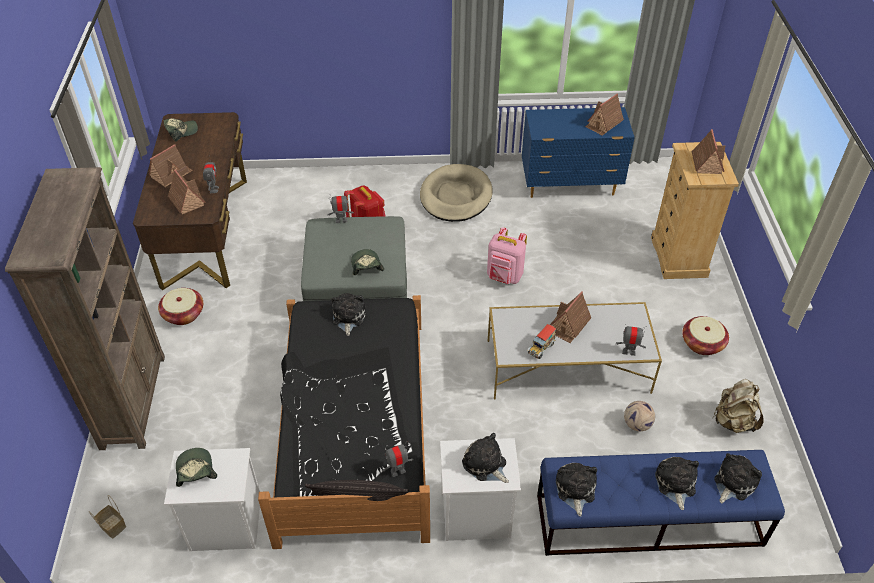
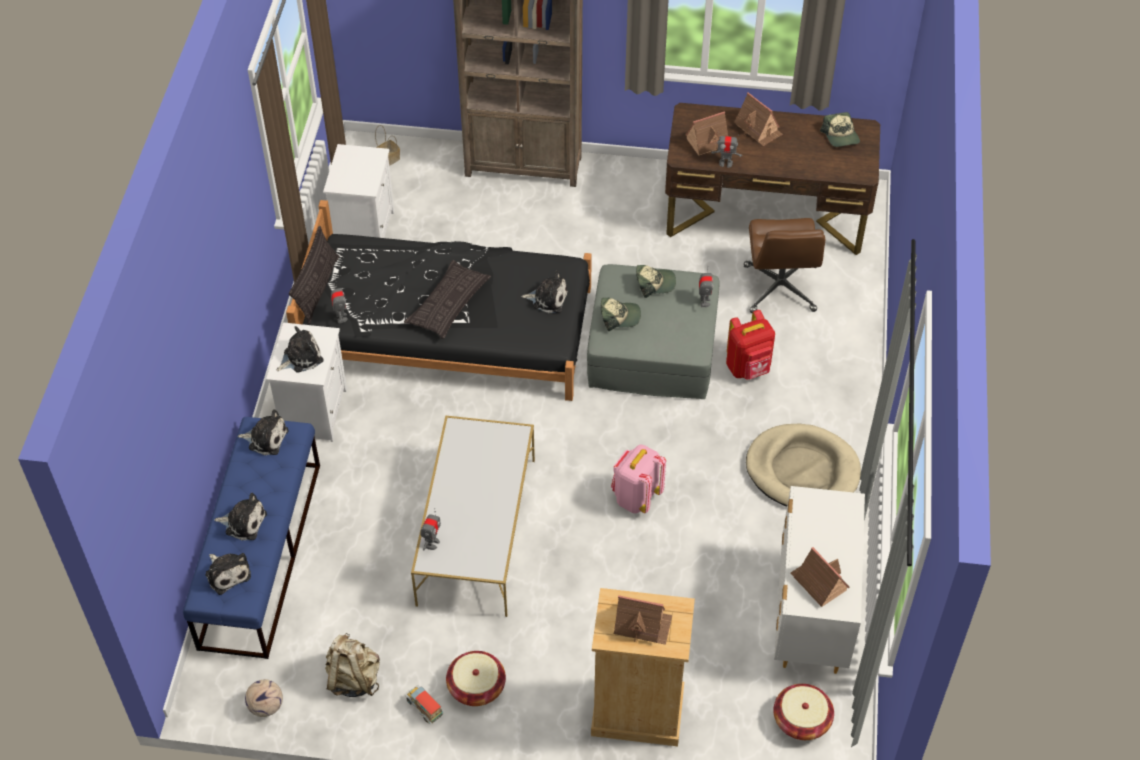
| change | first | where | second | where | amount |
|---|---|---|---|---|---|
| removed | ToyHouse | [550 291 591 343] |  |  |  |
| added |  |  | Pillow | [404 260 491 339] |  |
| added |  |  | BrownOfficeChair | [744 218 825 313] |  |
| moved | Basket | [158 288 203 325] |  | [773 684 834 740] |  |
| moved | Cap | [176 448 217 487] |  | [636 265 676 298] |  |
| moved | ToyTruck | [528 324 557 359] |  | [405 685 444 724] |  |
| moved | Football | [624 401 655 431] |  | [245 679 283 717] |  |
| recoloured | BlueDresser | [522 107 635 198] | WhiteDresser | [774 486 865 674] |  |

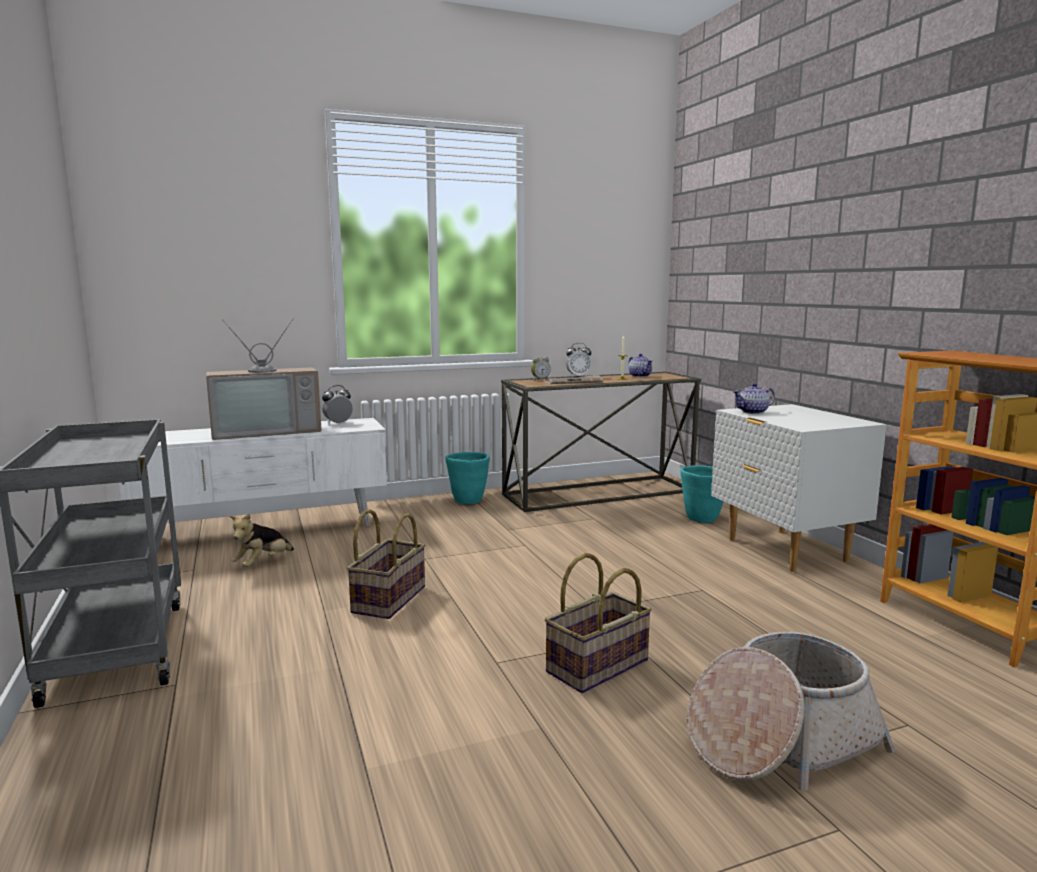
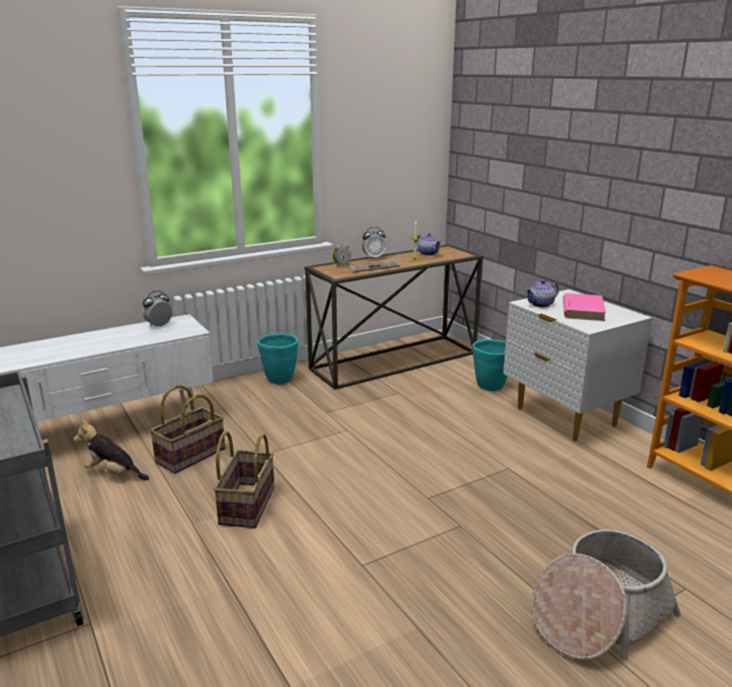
| change | first | where | second | where | amount |
|---|---|---|---|---|---|
| removed | Television | [206 318 322 440] |  |  |  |
| added |  |  | PinkBook | [563 293 606 321] |  |
| moved | Basket | [545 553 652 693] |  | [150 385 225 474] |  |
| turned | PlushToy | [229 513 294 567] |  | [74 420 149 480] | 90 degrees clockwise |

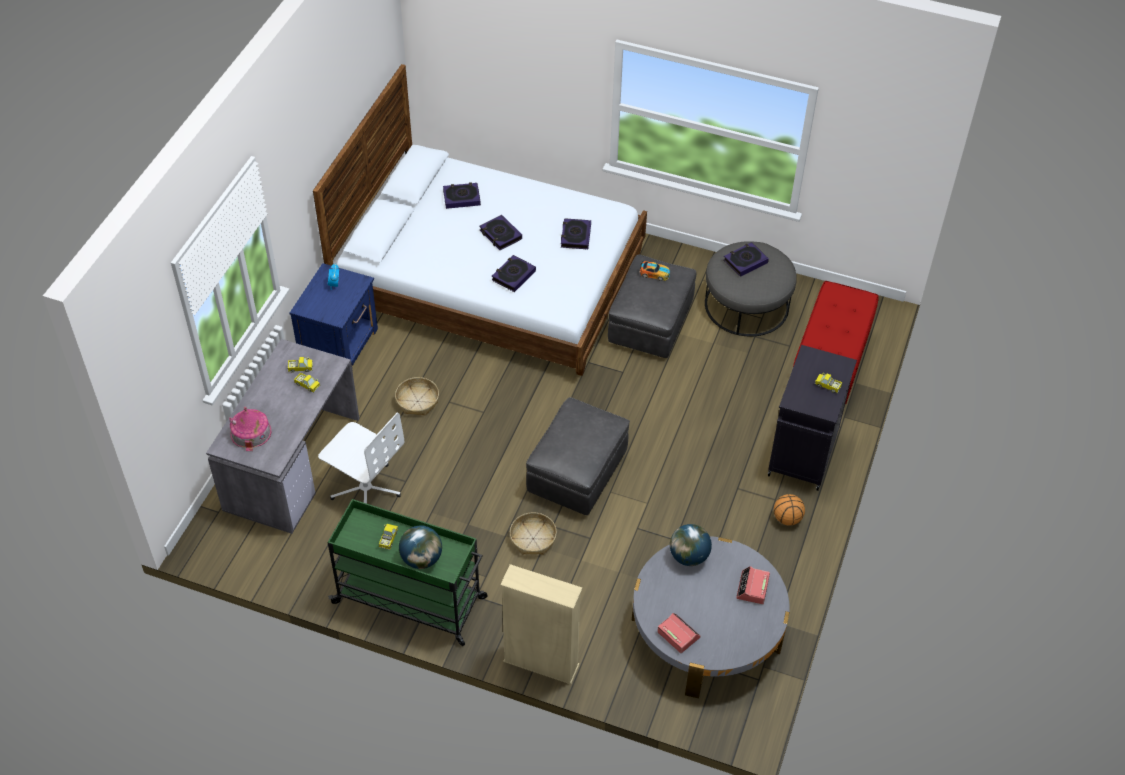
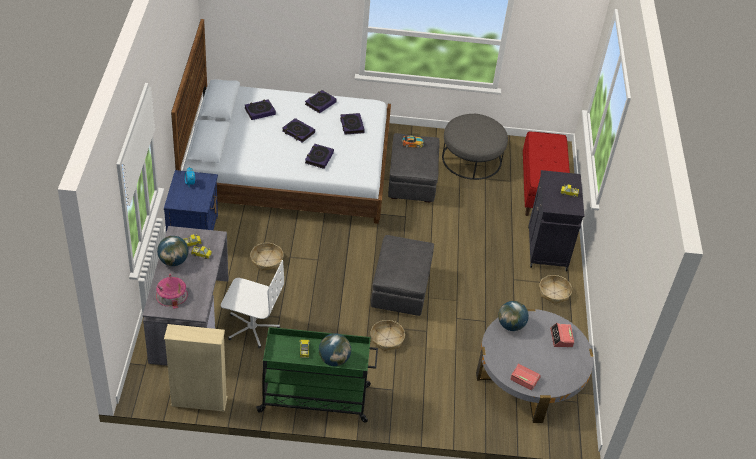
| change | first | where | second | where | amount |
|---|---|---|---|---|---|
| added |  |  | Globe | [157 236 189 266] |  |
| moved | BeigeBookcase | [500 564 582 684] |  | [164 324 228 412] |  |
| moved | Book | [724 242 769 277] |  | [305 90 337 113] |  |
| replaced | Basketball | [774 494 805 525] | Basket | [539 275 572 304] |  |

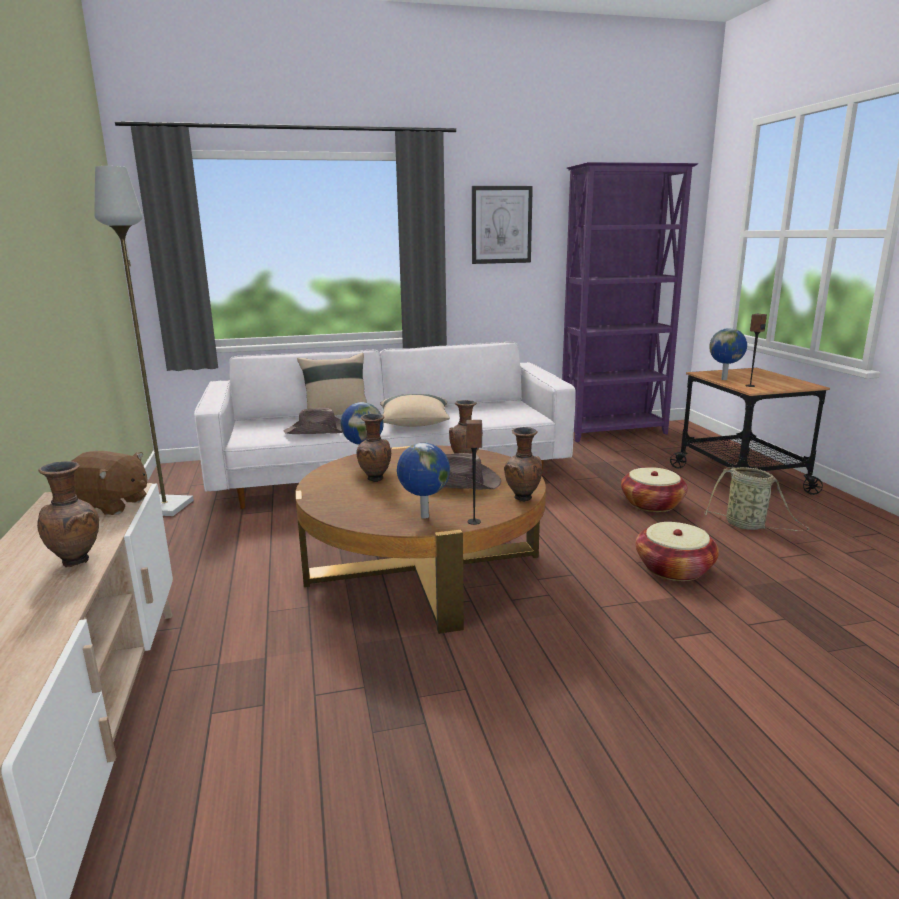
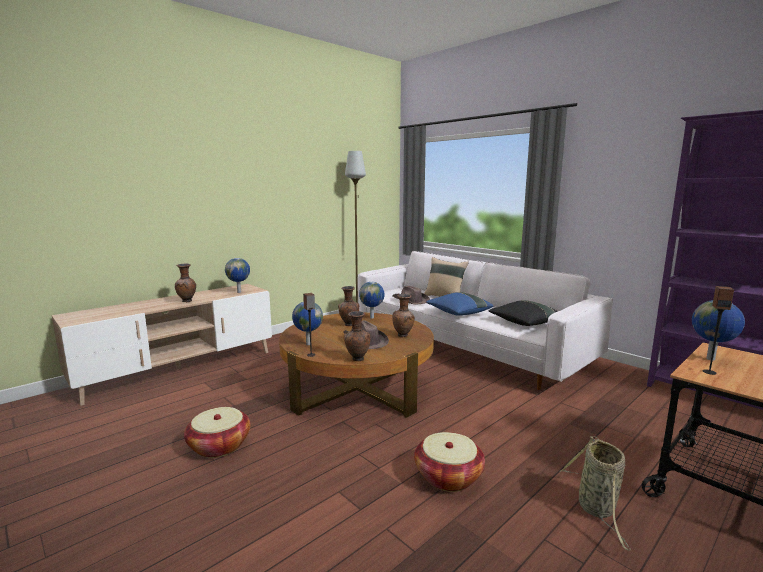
| change | first | where | second | where | amount |
|---|---|---|---|---|---|
| removed | Picture | [472 186 533 264] |  |  |  |
| added |  |  | BlackPillow | [489 300 558 326] |  |
| moved | Basket | [621 467 688 512] |  | [184 407 251 458] |  |
| replaced | BrownPlushToy | [72 451 147 515] | Globe | [225 258 250 293] |  |
| recoloured | BeigePillow | [380 394 450 427] | BluePillow | [426 292 493 316] |  |

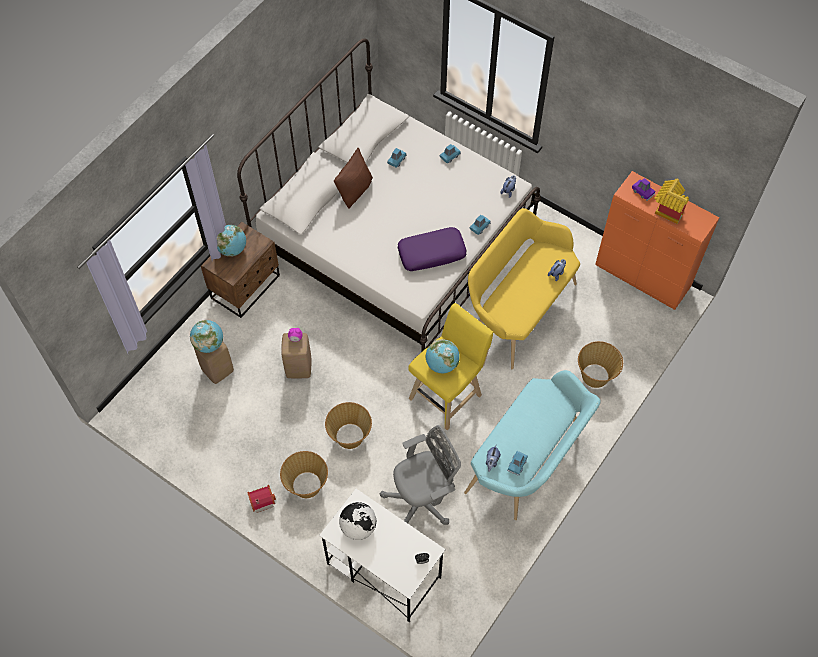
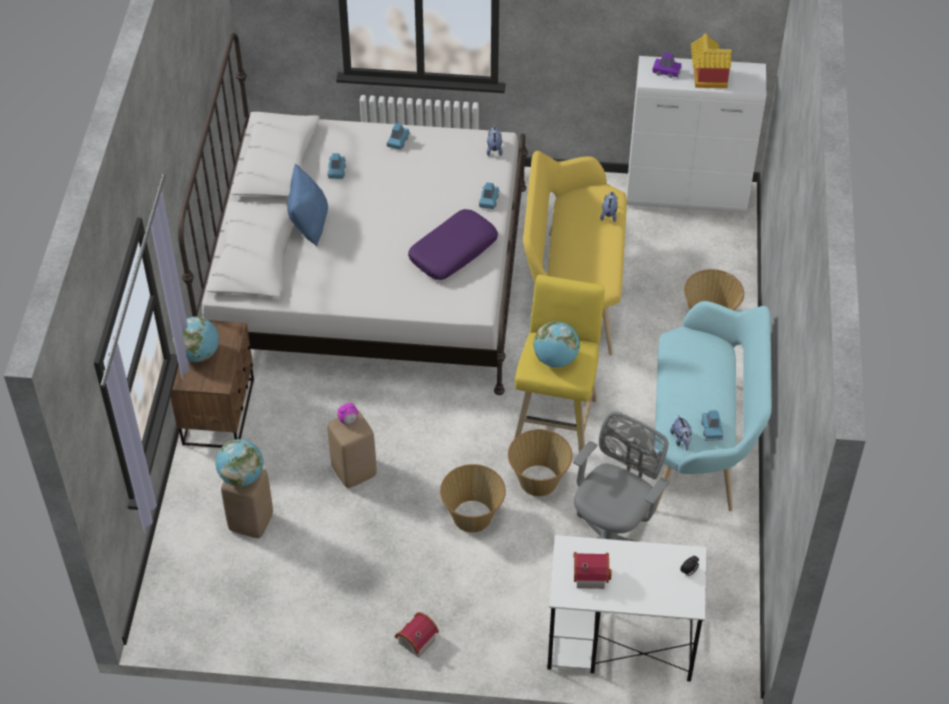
| change | first | where | second | where | amount |
|---|---|---|---|---|---|
| moved | Basket | [280 451 328 498] |  | [508 429 572 496] |  |
| replaced | Globe | [339 502 376 540] | ToyHouse | [574 552 611 589] |  |
| recoloured | BrownPillow | [334 148 373 209] | BluePillow | [287 164 328 246] |  |
| recoloured | OrangeCabinet | [595 171 719 310] | WhiteCabinet | [627 56 766 213] |  |

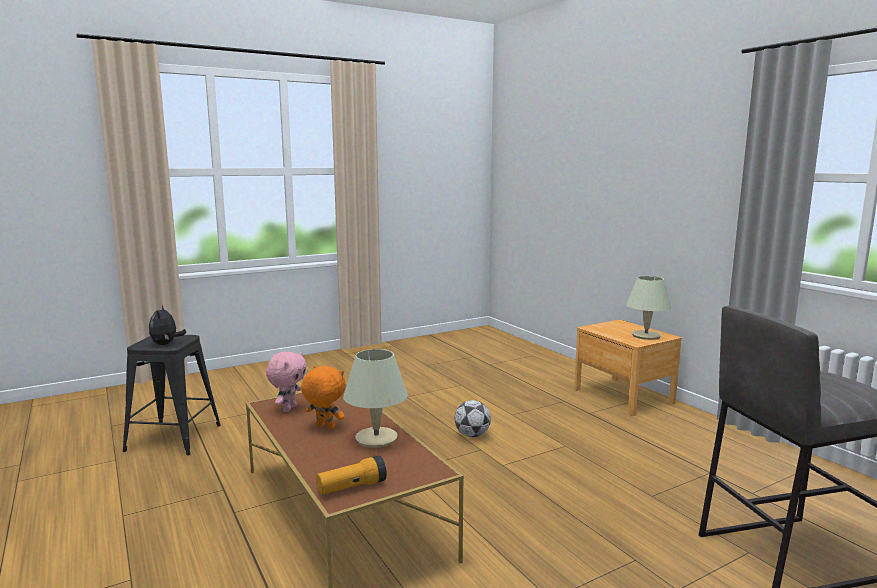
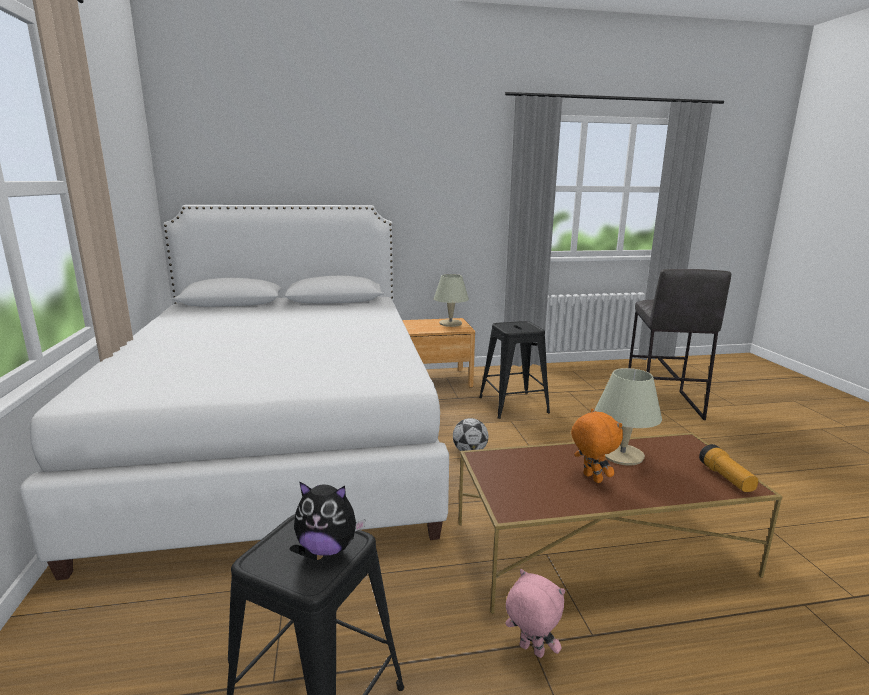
| change | first | where | second | where | amount |
|---|---|---|---|---|---|
| added |  |  | WhiteBed | [20 205 449 580] |  |
| added |  |  | BlackStool | [479 321 550 419] |  |
| moved | PinkPlushToy | [266 351 307 412] |  | [505 569 565 658] |  |
| turned | OrangePlushToy | [301 365 345 429] |  | [571 409 623 483] | 105 degrees clockwise |

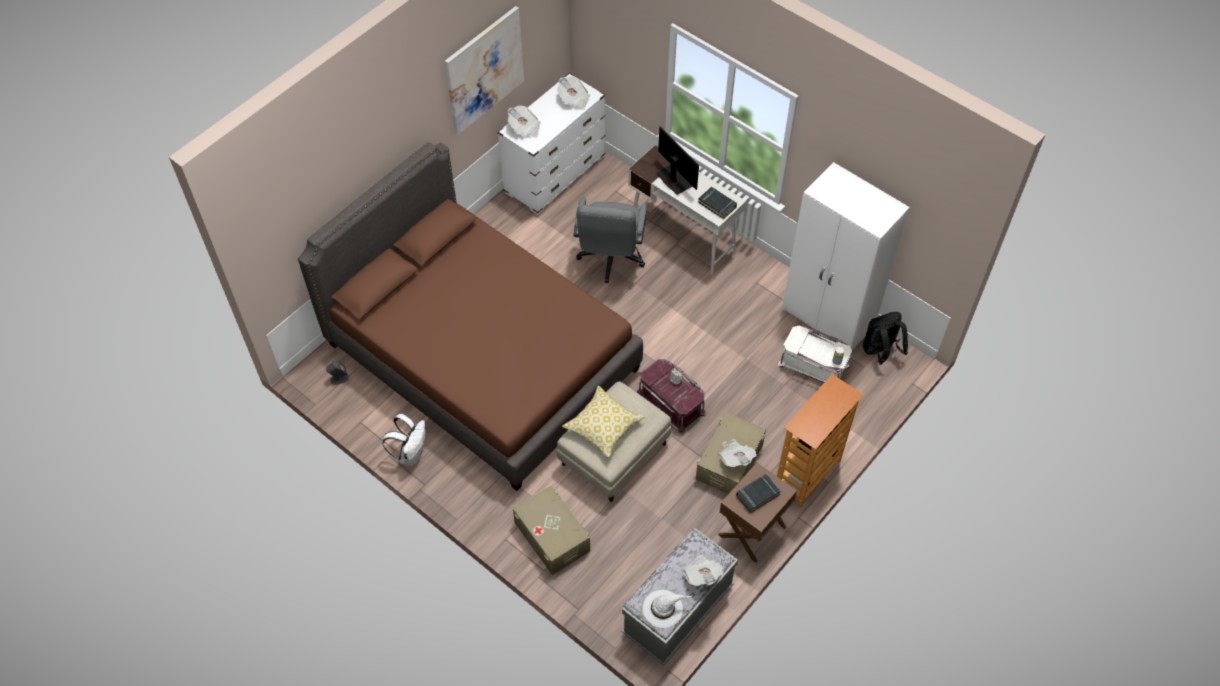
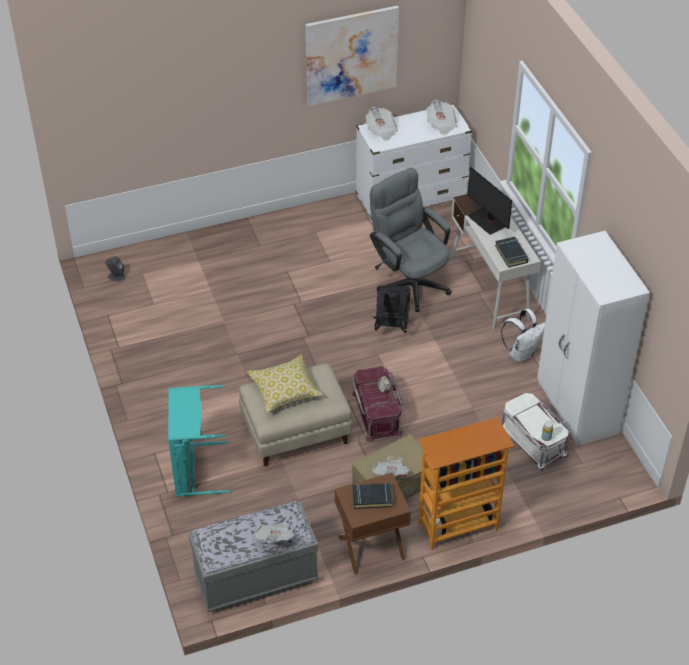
| change | first | where | second | where | amount |
|---|---|---|---|---|---|
| removed | BrownBed | [298 142 643 491] |  |  |  |
| removed | WhiteHat | [643 590 692 628] |  |  |  |
| moved | WhiteBackpack | [382 414 426 466] |  | [501 309 545 362] |  |
| moved | BlackBackpack | [863 312 908 365] |  | [373 285 411 333] |  |
| replaced | BeigeStorageBox | [513 485 590 575] | TurquoiseLaundryBasket | [168 385 231 496] |  |
| turned | GreyOfficeChair | [573 196 647 283] |  | [370 168 451 312] | 105 degrees clockwise |
| turned | Monitor | [656 127 699 195] |  | [467 166 512 235] | 150 degrees clockwise |

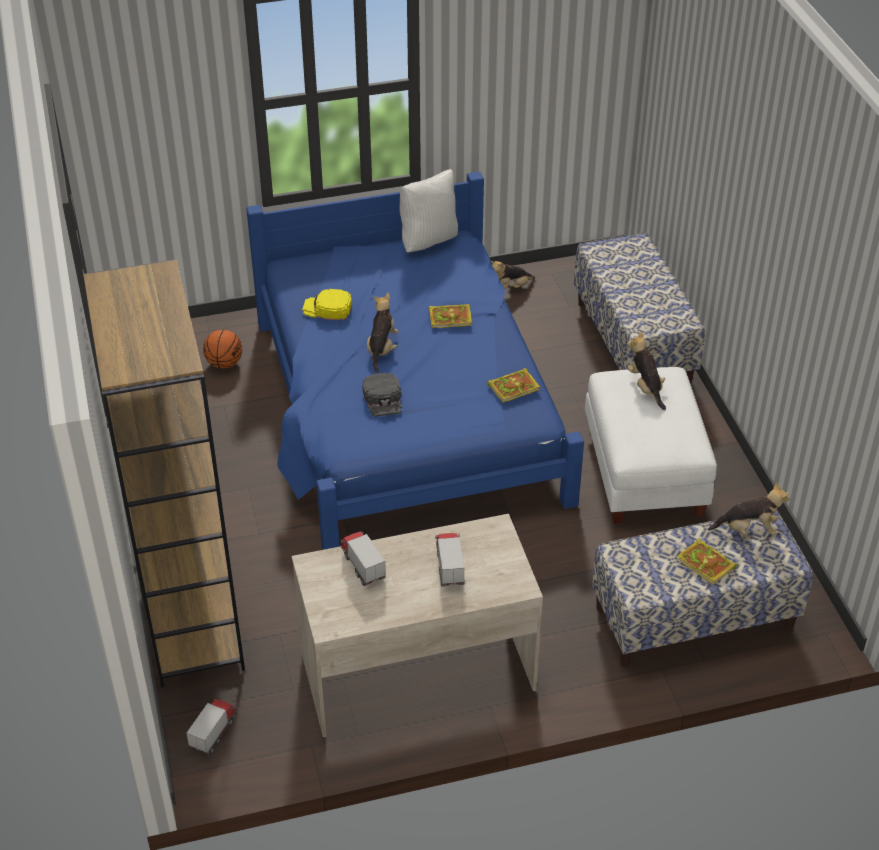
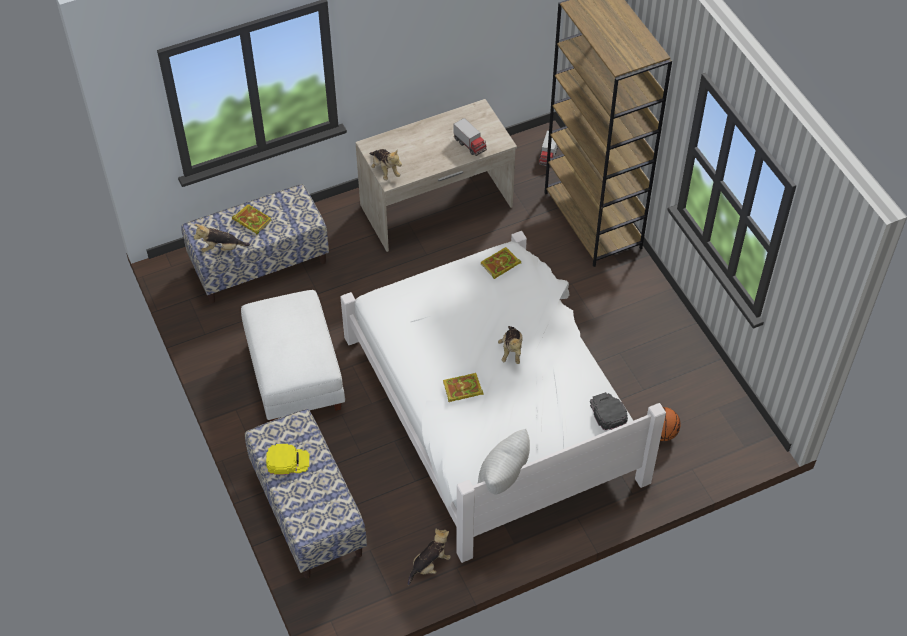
| change | first | where | second | where | amount |
|---|---|---|---|---|---|
| removed | ToyTruck | [435 533 465 586] |  |  |  |
| moved | YellowCap | [302 289 352 321] |  | [266 444 309 475] |  |
| moved | BlackCap | [362 373 402 417] |  | [590 392 628 430] |  |
| moved | Book | [487 367 540 403] |  | [481 247 521 279] |  |
| moved | PlushToy | [627 331 666 410] |  | [369 149 402 180] |  |
| recoloured | BlueBed | [246 171 584 550] | WhiteBed | [340 231 666 563] |  |

